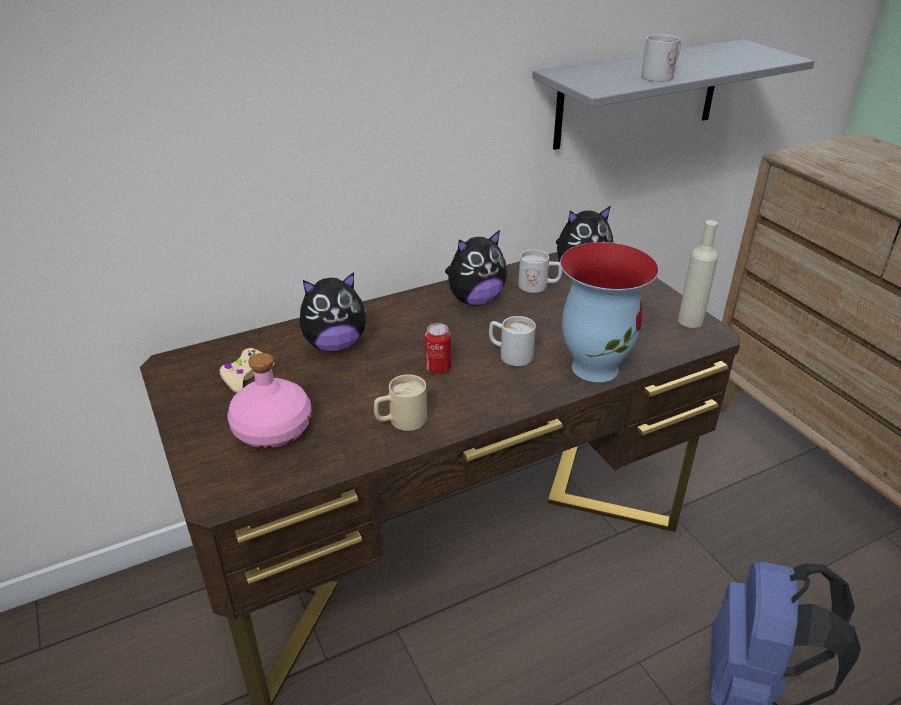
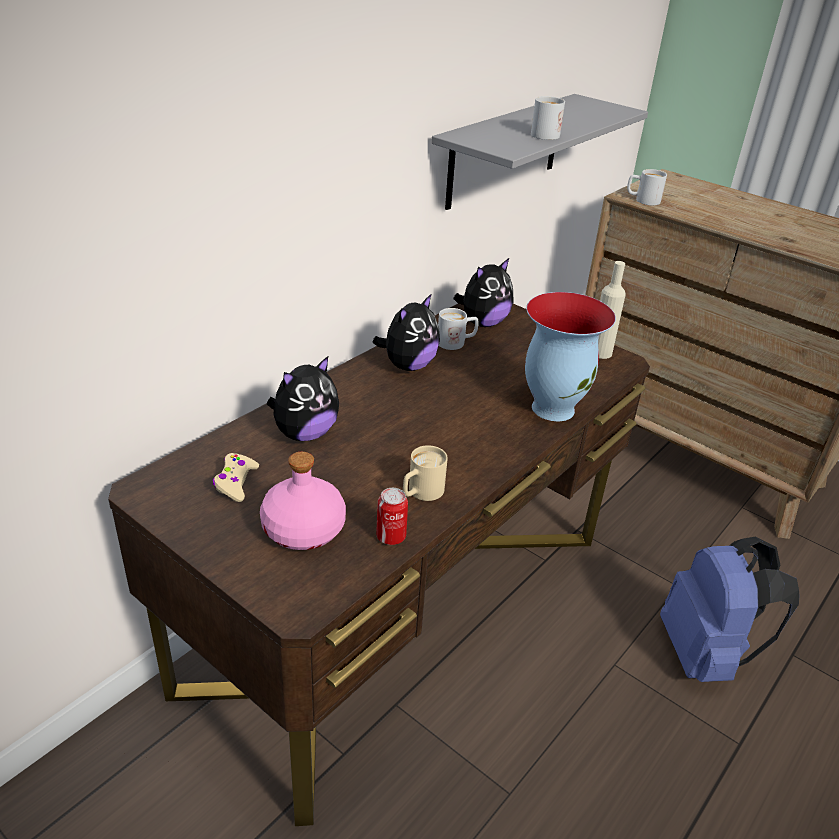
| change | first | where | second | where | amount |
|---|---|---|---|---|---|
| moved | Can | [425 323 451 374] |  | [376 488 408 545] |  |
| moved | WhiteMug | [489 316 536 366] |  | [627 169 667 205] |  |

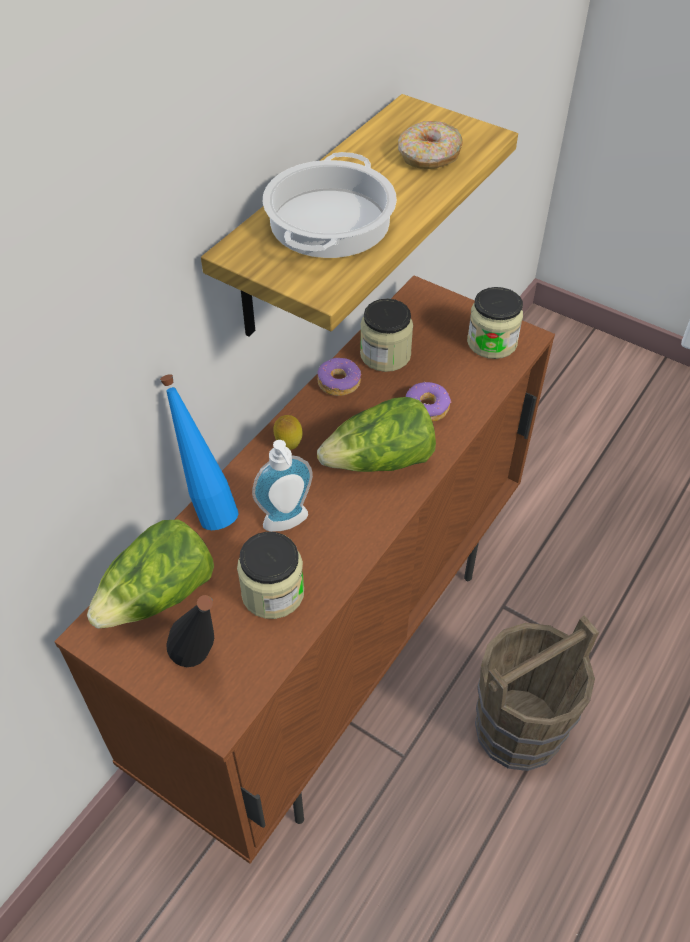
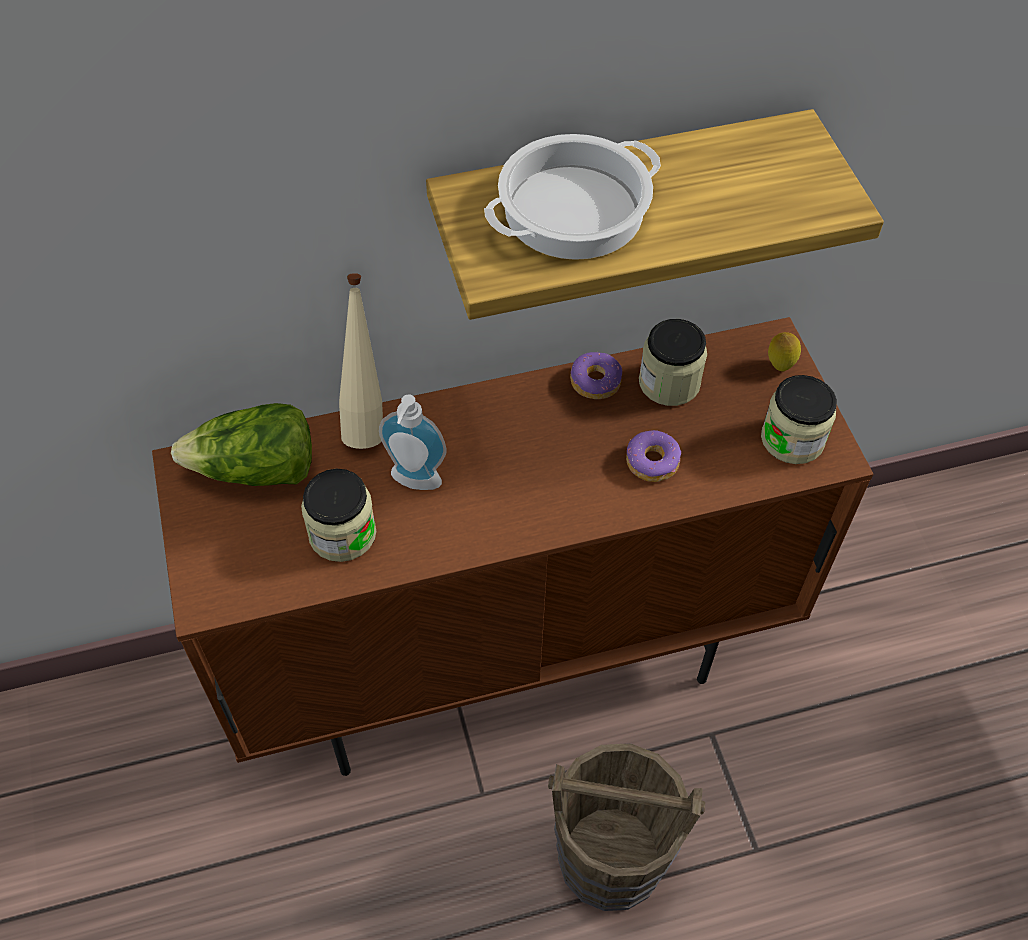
| change | first | where | second | where | amount |
|---|---|---|---|---|---|
| removed | BlackBottle | [166 595 214 667] |  |  |  |
| removed | Lettuce | [317 397 436 472] |  |  |  |
| removed | Donut | [398 121 462 169] |  |  |  |
| moved | Lemon | [273 415 303 450] |  | [768 332 801 371] |  |
| recoloured | BlueBottle | [160 374 239 530] | BeigeBottle | [339 273 383 449] |  |

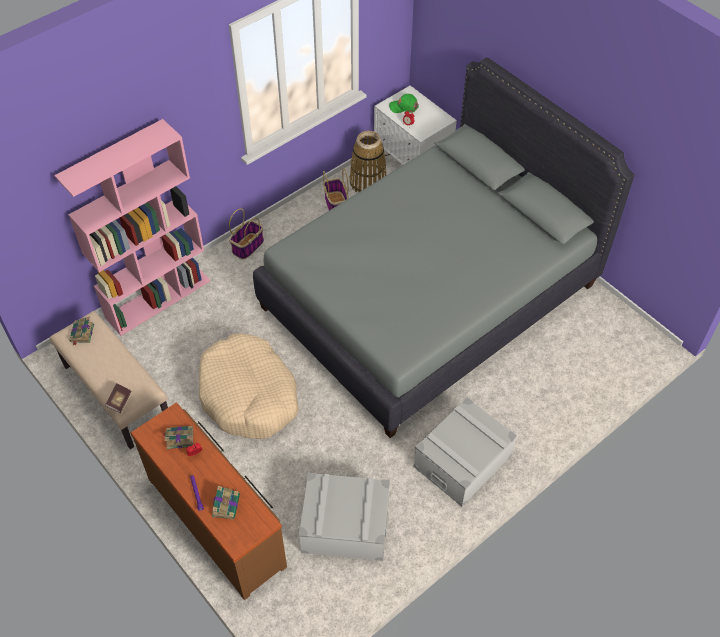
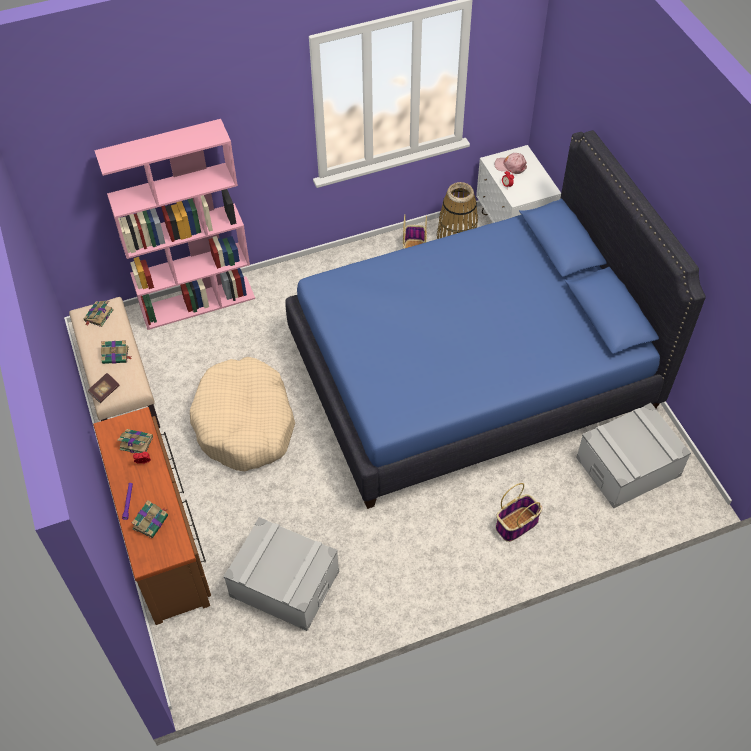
| change | first | where | second | where | amount |
|---|---|---|---|---|---|
| added |  |  | Book | [101 340 132 364] |  |
| moved | Basket | [229 208 264 259] |  | [496 483 542 542] |  |
| moved | GreyStorageBox | [414 397 517 507] |  | [576 403 691 509] |  |
| recoloured | GreyBed | [253 57 635 438] | BlueBed | [285 130 706 509] |  |
| recoloured | GreenCap | [389 94 419 113] | PinkCap | [495 153 527 174] |  |

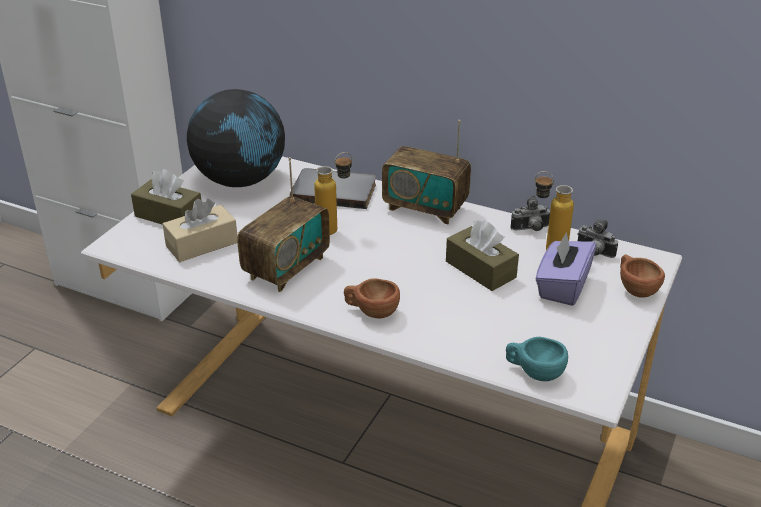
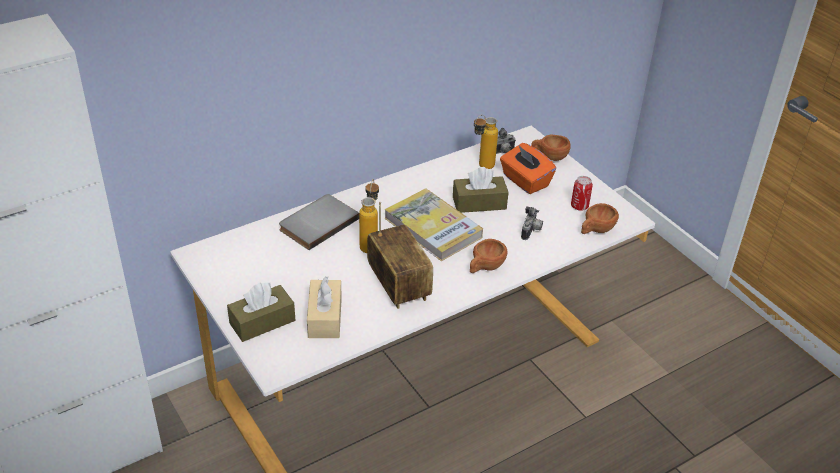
| change | first | where | second | where | amount |
|---|---|---|---|---|---|
| removed | Globe | [187 89 285 187] |  |  |  |
| removed | Radio | [382 120 471 224] |  |  |  |
| added |  |  | Book | [384 188 483 261] |  |
| added |  |  | Can | [571 176 593 211] |  |
| moved | PhotoCamera | [511 195 550 231] |  | [521 207 543 240] |  |
| recoloured | TurquoiseCup | [506 337 568 381] | BrownCup | [581 203 619 234] |  |
| recoloured | PurpleTissueBox | [536 231 596 306] | OrangeTissueBox | [500 143 556 194] |  |

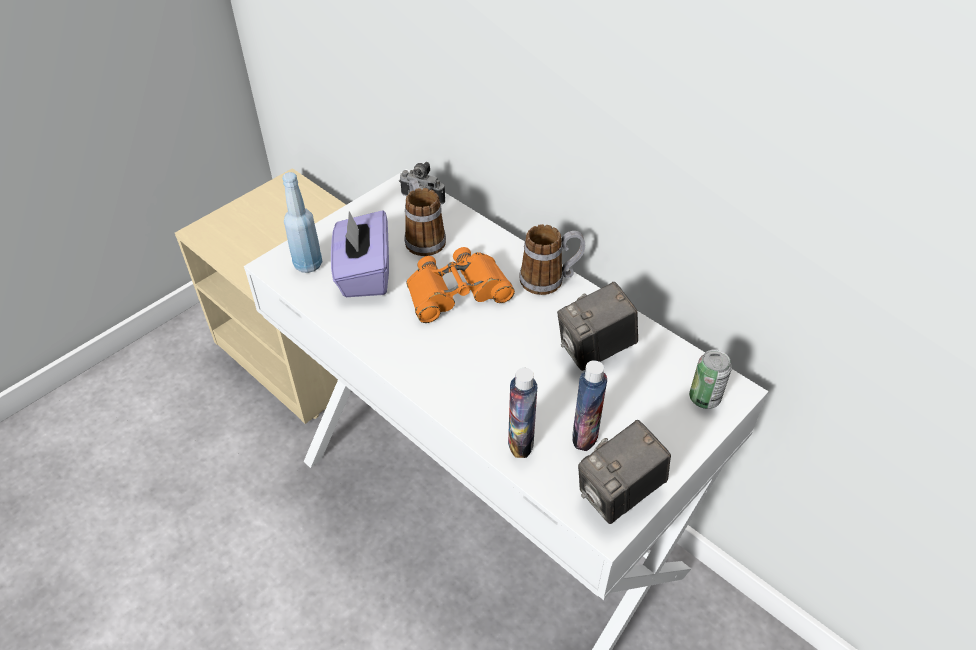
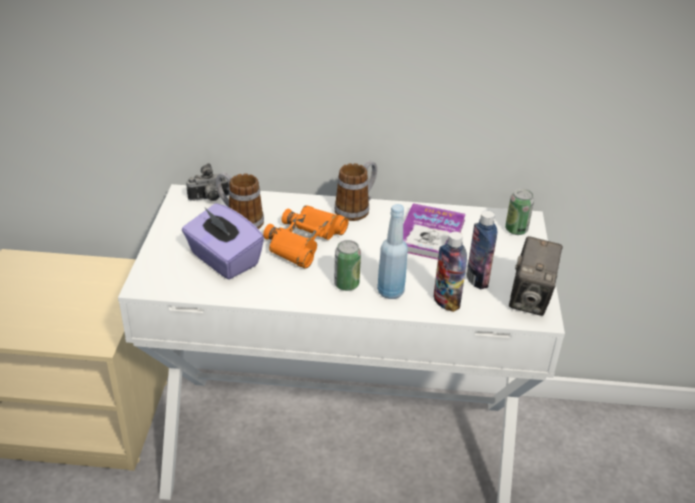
| change | first | where | second | where | amount |
|---|---|---|---|---|---|
| added |  |  | Can | [334 240 361 291] |  |
| moved | BlueBottle | [282 172 322 273] |  | [377 204 408 299] |  |
| replaced | PhotoCamera | [557 282 638 371] | Book | [403 203 466 260] |  |

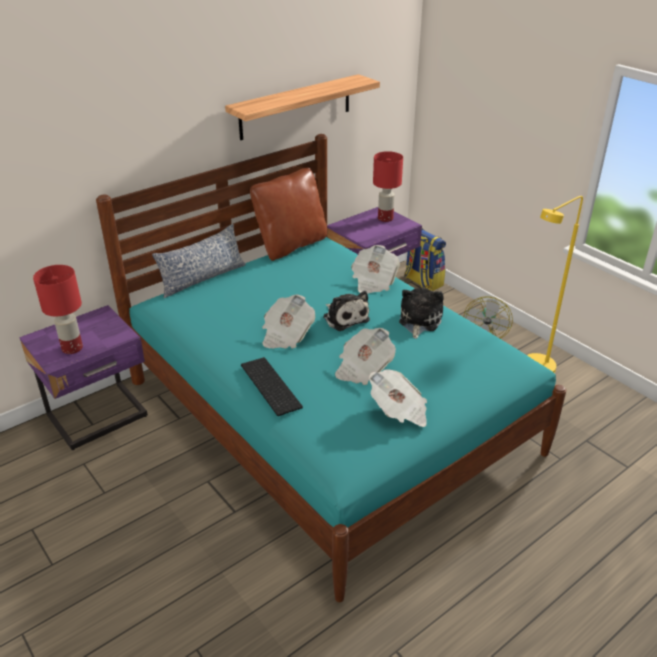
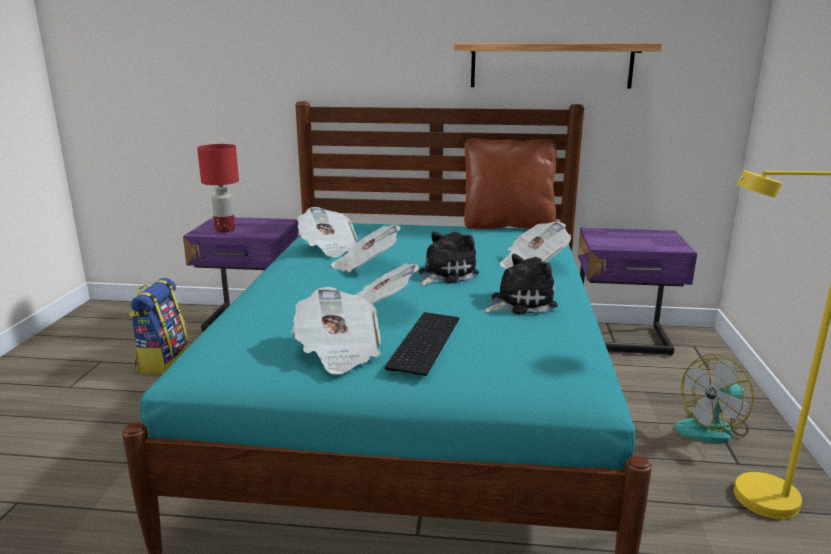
| change | first | where | second | where | amount |
|---|---|---|---|---|---|
| removed | Pillow | [152 224 246 299] |  |  |  |
| removed | RedTableLamp | [373 151 403 222] |  |  |  |
| added |  |  | Newspaper | [297 207 358 258] |  |
| moved | Keyboard | [241 357 303 416] |  | [385 312 459 376] |  |
| moved | Backpack | [404 229 446 291] |  | [129 278 189 375] |  |
| turned | PlushToy | [323 291 370 331] |  | [419 231 479 286] | 150 degrees counterclockwise |

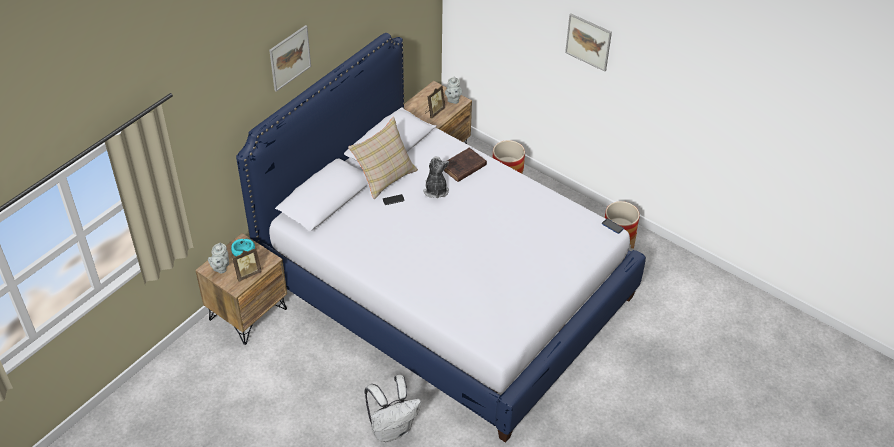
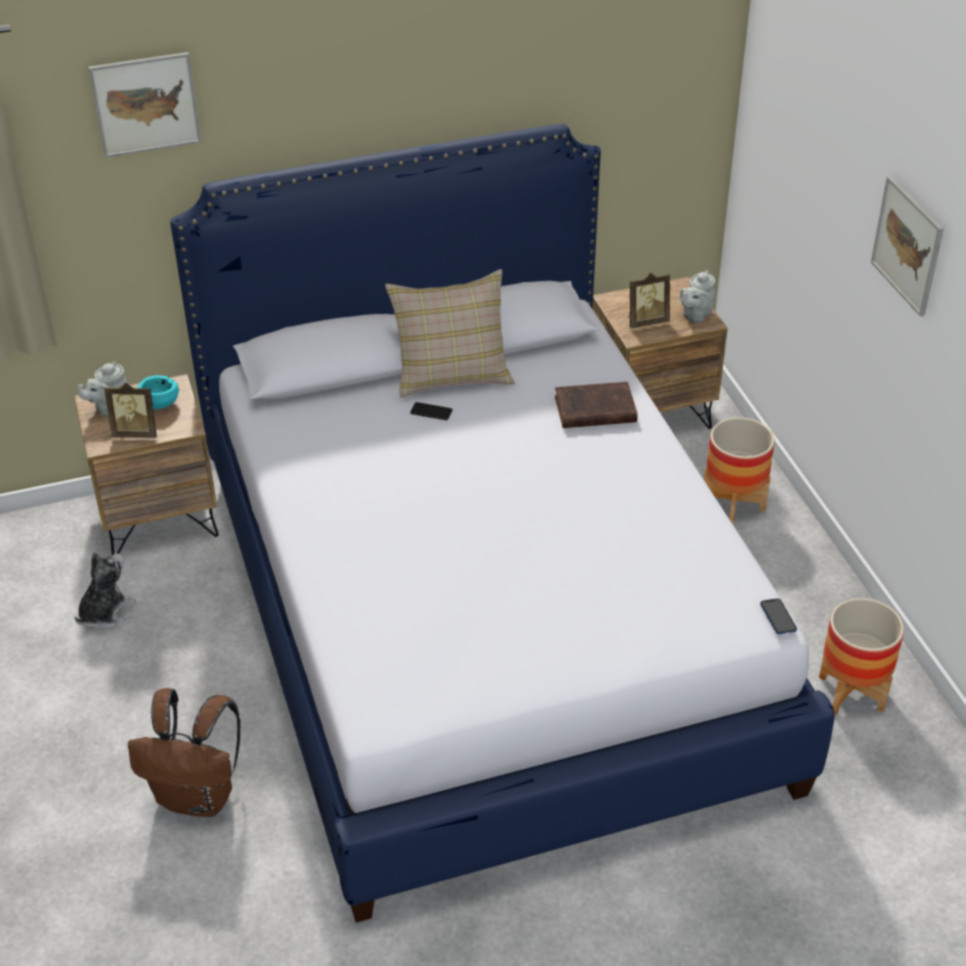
| change | first | where | second | where | amount |
|---|---|---|---|---|---|
| moved | Picture | [269 25 311 92] |  | [88 52 201 158] |  |
| moved | PlushToy | [423 156 449 198] |  | [75 552 135 630] |  |
| recoloured | WhiteBackpack | [364 375 421 442] | BrownBackpack | [128 688 240 817] |  |

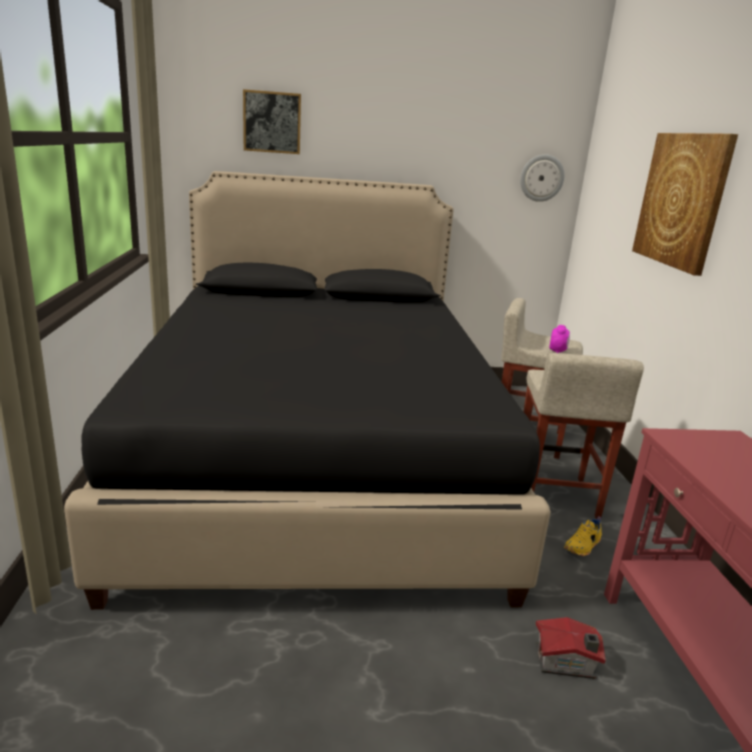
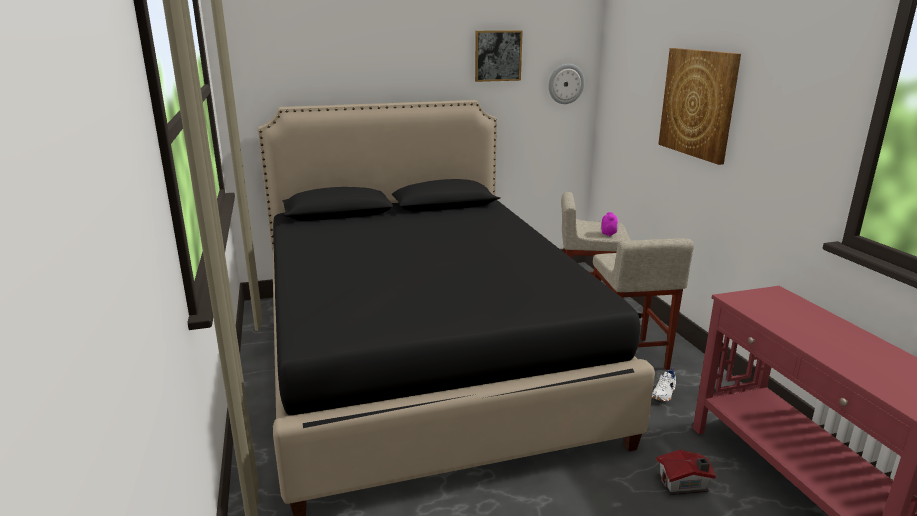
| change | first | where | second | where | amount |
|---|---|---|---|---|---|
| moved | Picture | [243 89 301 154] |  | [475 30 523 82] |  |
| recoloured | YellowShoe | [564 516 602 556] | WhiteShoe | [652 367 676 402] |  |

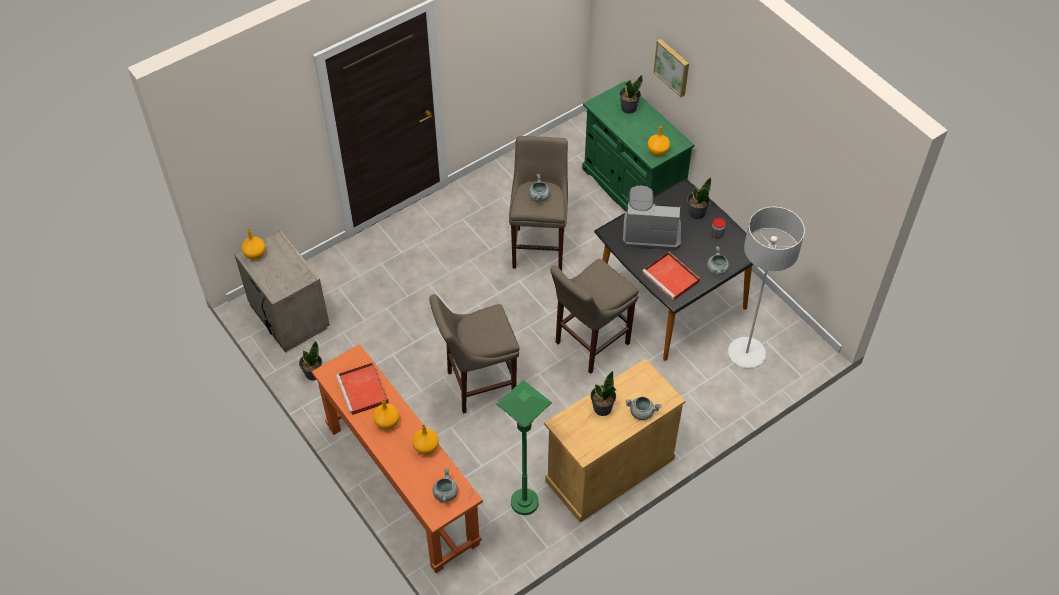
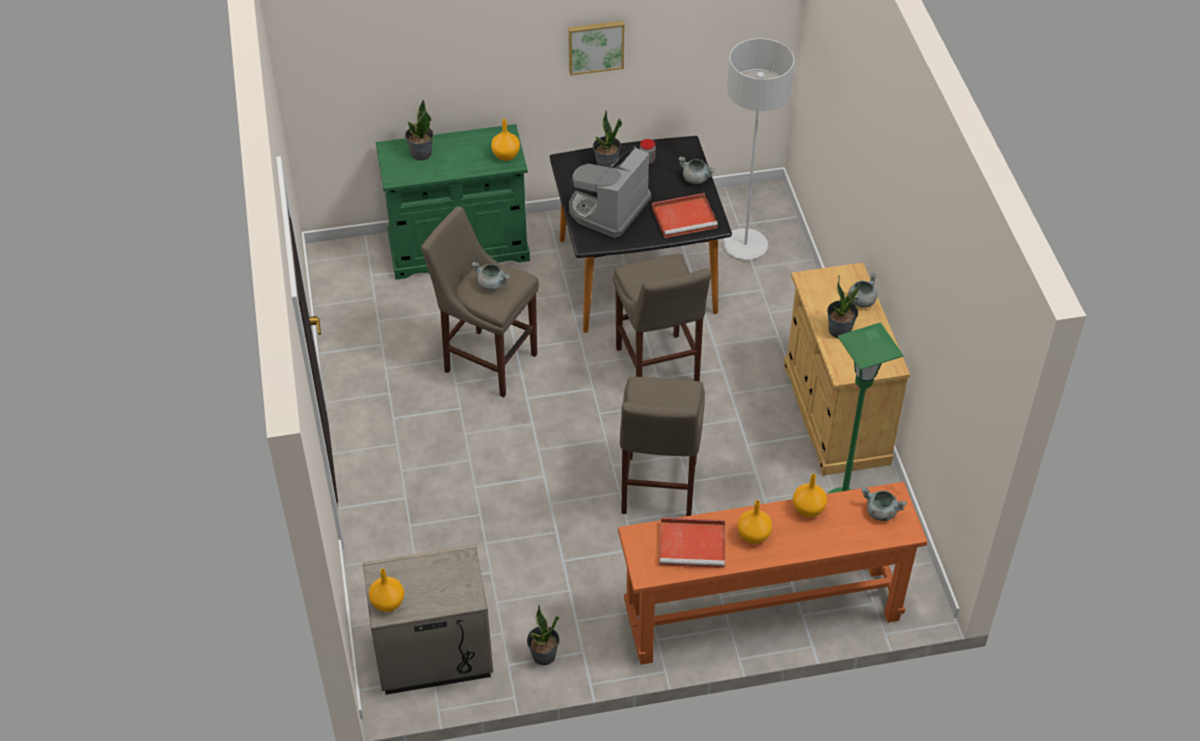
| change | first | where | second | where | amount |
|---|---|---|---|---|---|
| moved | Picture | [653 39 689 97] |  | [568 21 624 76] |  |

